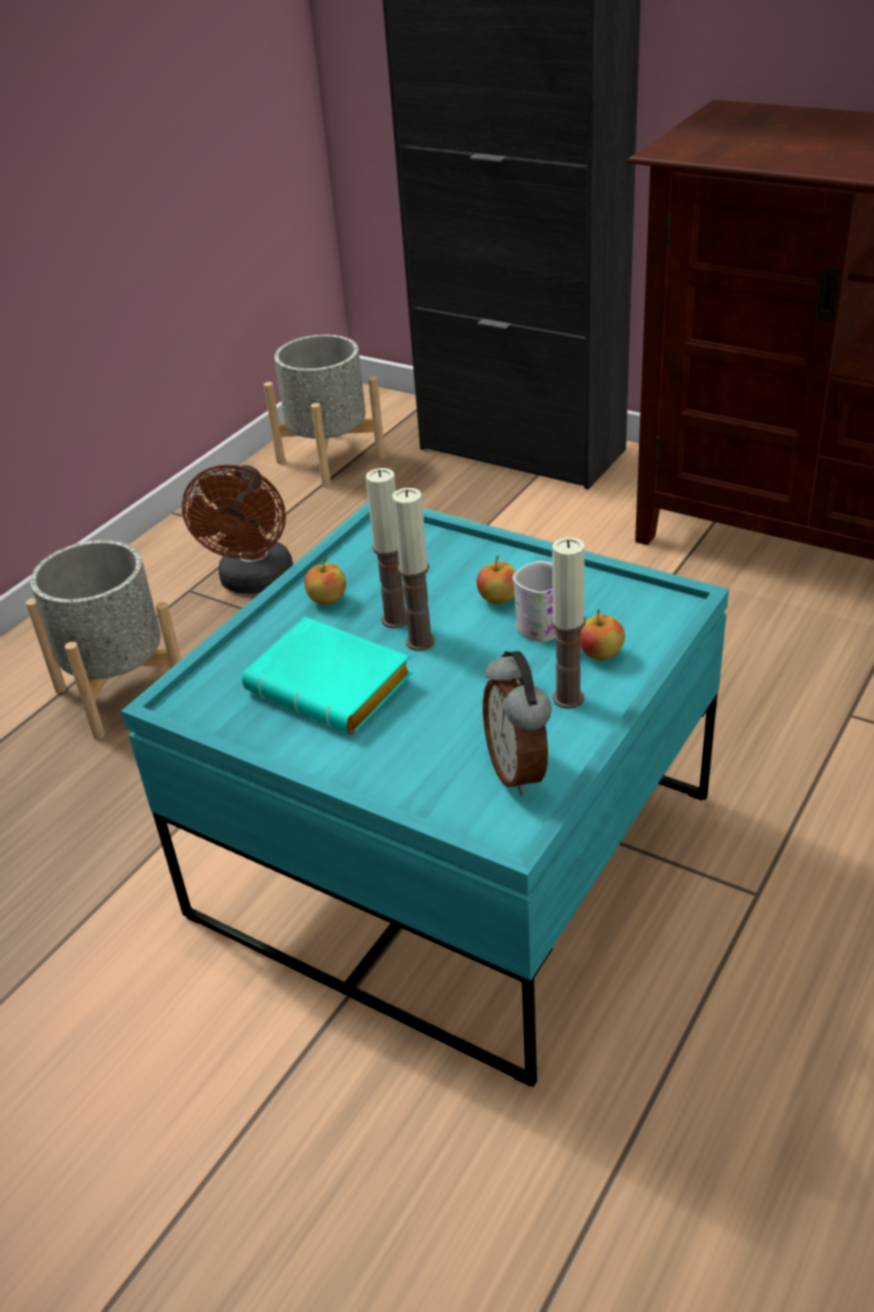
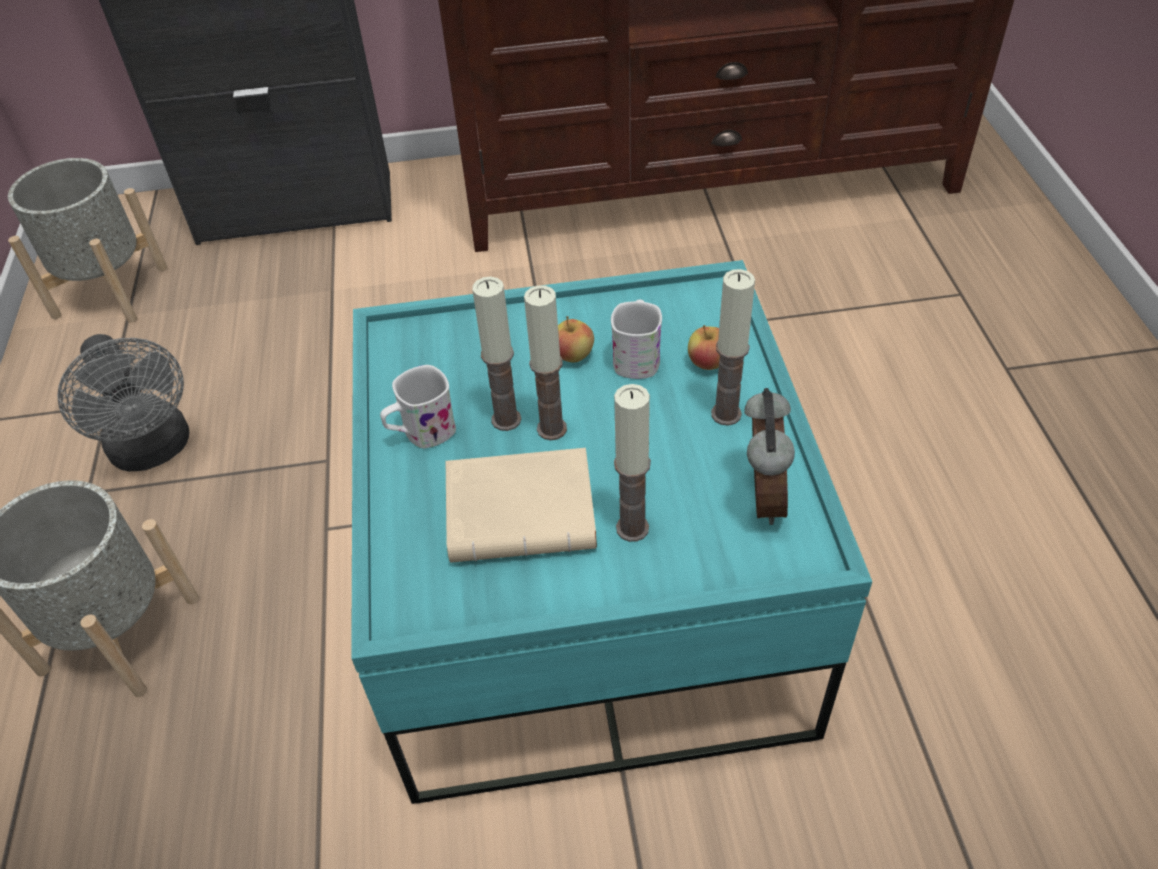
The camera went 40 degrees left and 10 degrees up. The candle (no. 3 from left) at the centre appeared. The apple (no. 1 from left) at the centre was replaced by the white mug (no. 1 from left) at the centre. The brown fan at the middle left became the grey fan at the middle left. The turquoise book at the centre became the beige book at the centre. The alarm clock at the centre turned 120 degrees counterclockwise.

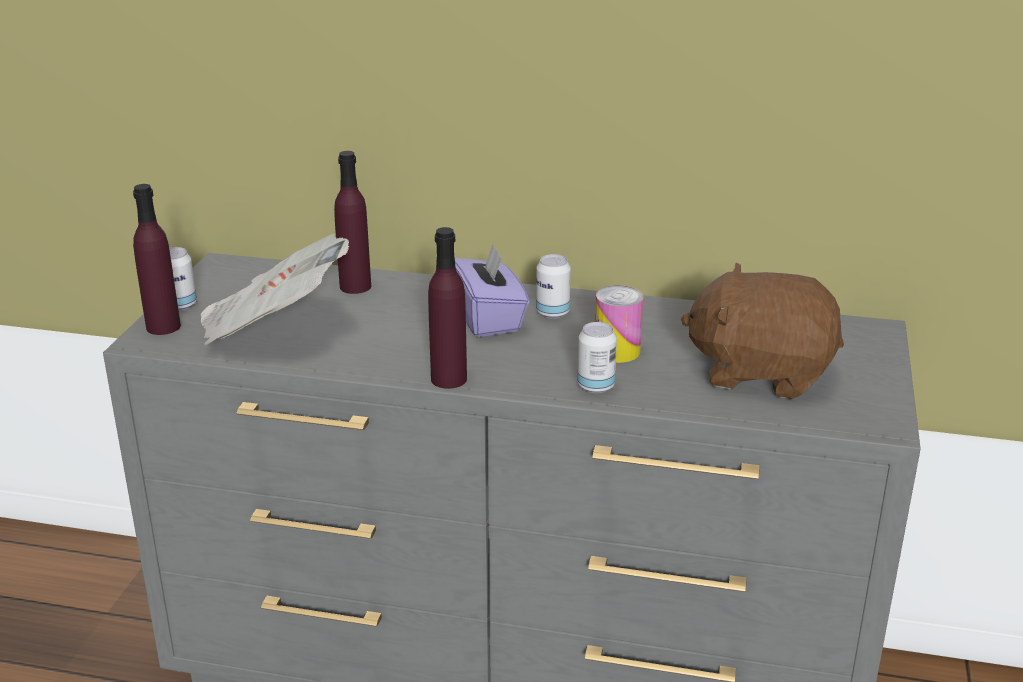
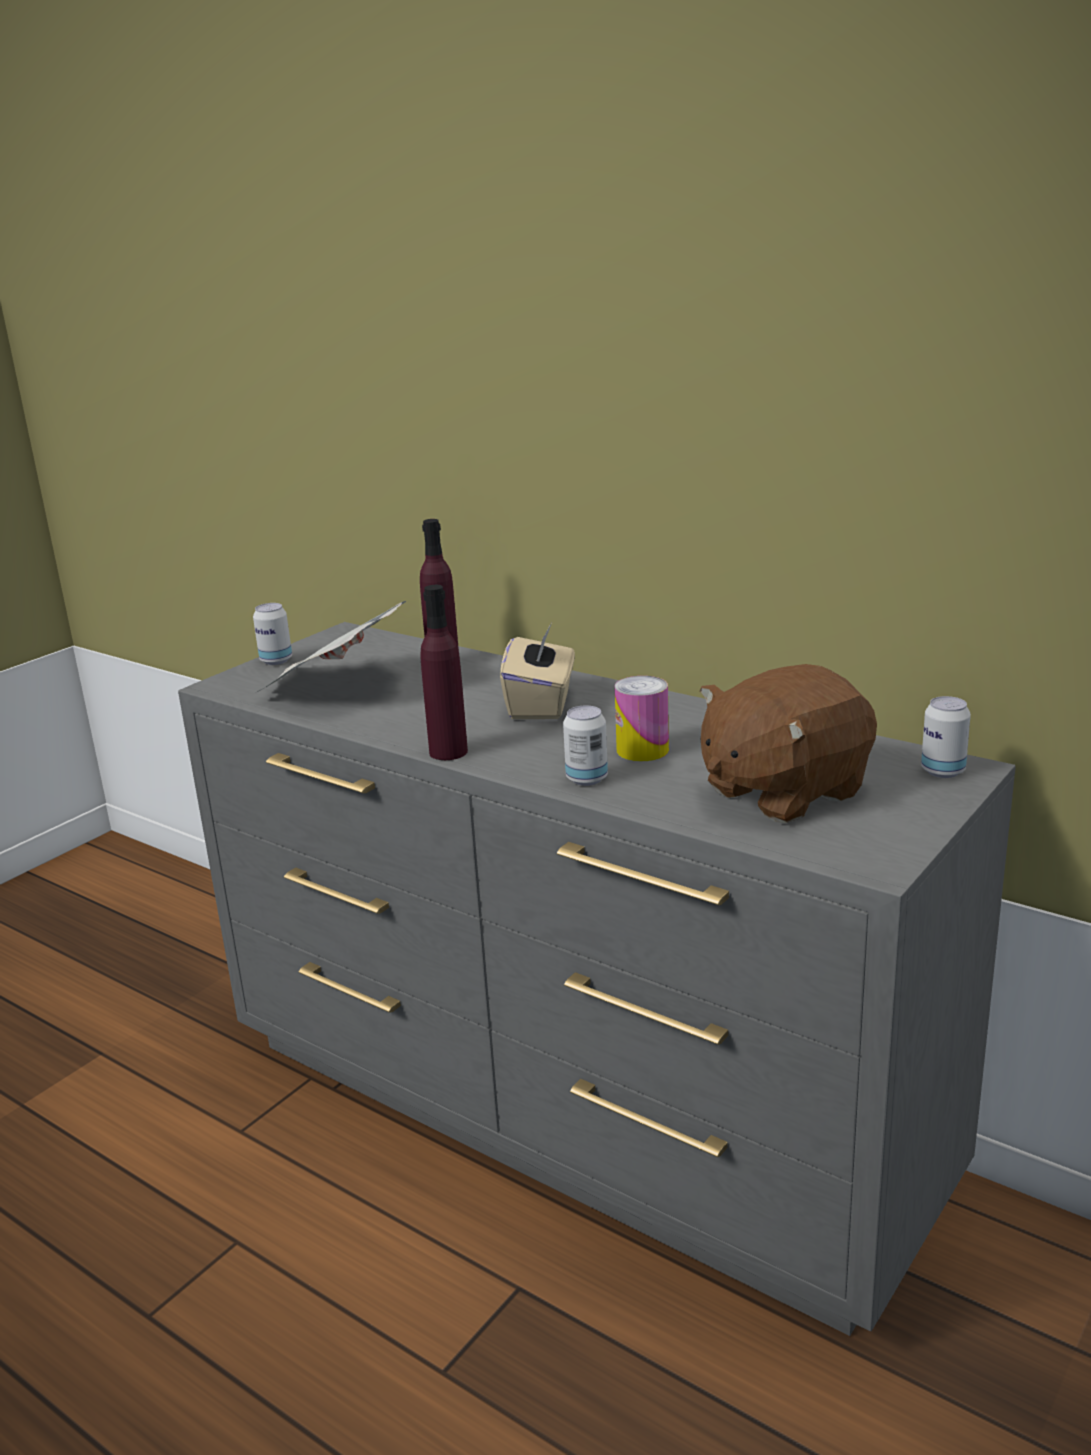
The camera went 25 degrees right and 5 degrees down. The purple bottle (no. 1 from left) at the middle left disappeared. The can (no. 2 from left in the first image) moved from the centre to the middle right. The purple tissue box at the centre became the beige tissue box at the centre. The brown plush toy at the middle right turned 75 degrees counterclockwise.

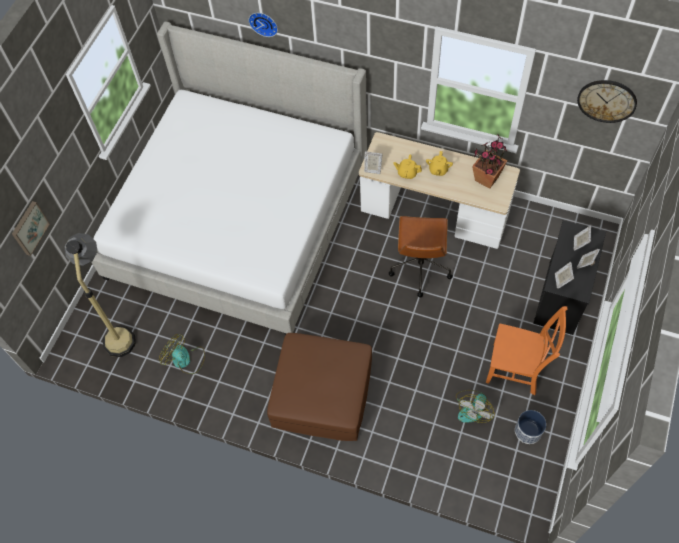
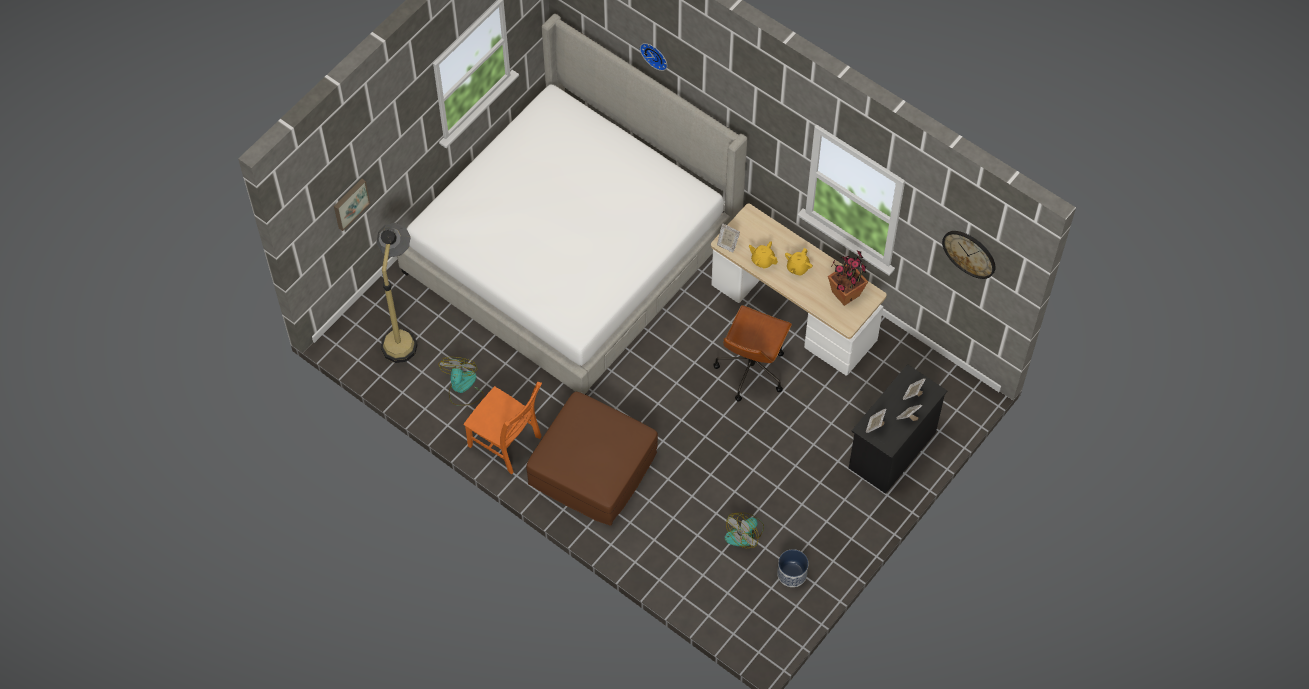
The camera went 15 degrees right and 0 degrees up. The orange chair moved from the middle right to the centre. The fan (no. 1 from left) at the middle left turned 45 degrees clockwise.

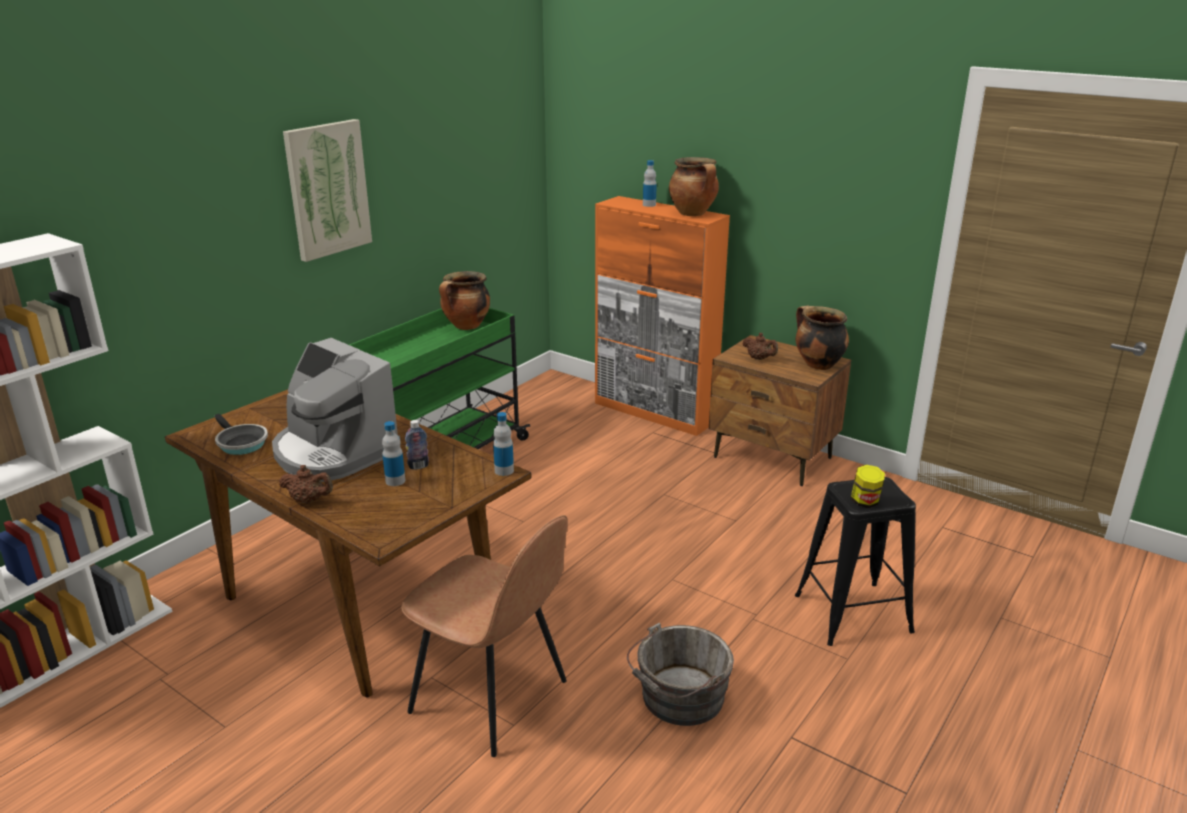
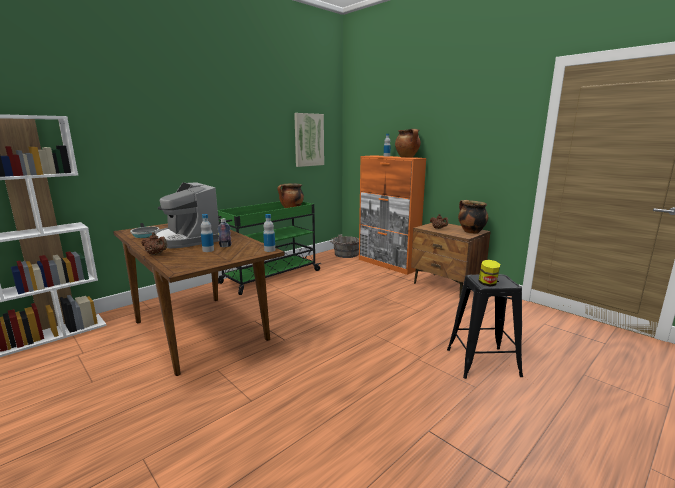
The camera went 10 degrees right and 10 degrees down. The brown chair at the bottom centre disappeared. The picture moved from the top left to the top centre. The grey bucket moved from the bottom centre to the centre.

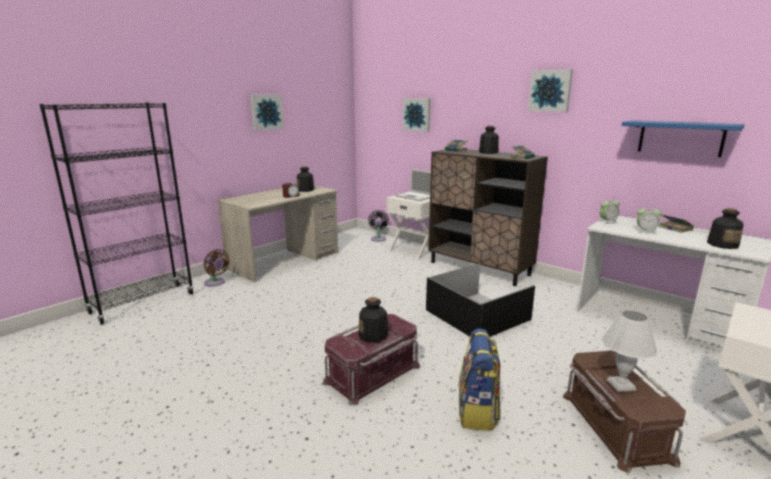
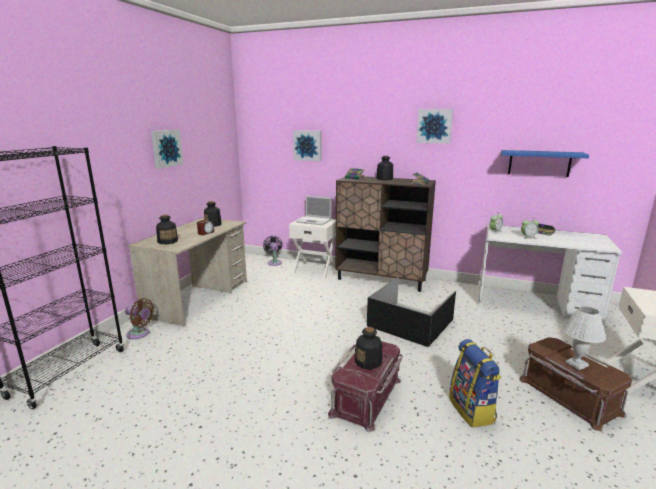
The camera went 20 degrees left and 0 degrees up. The bottle (no. 4 from left in the first image) moved from the middle right to the middle left.

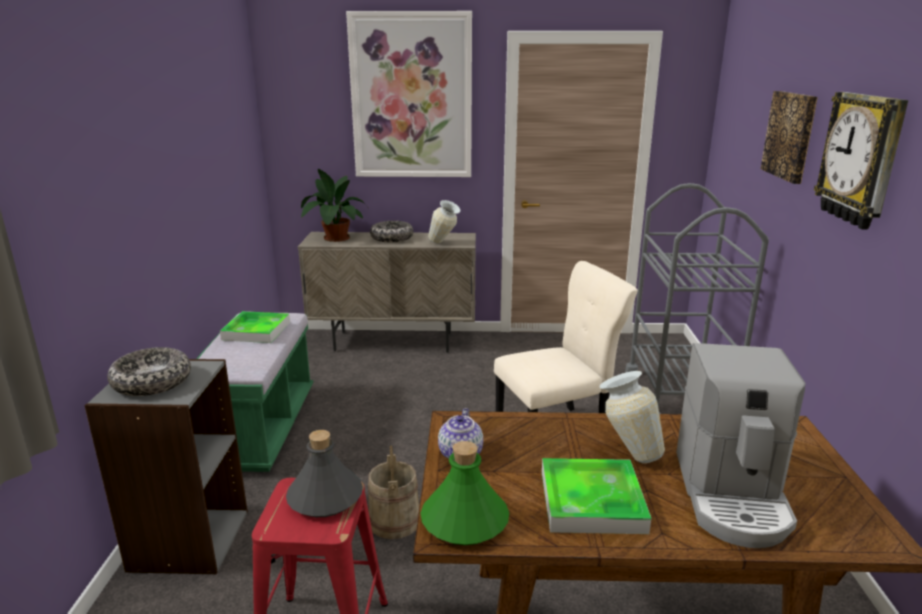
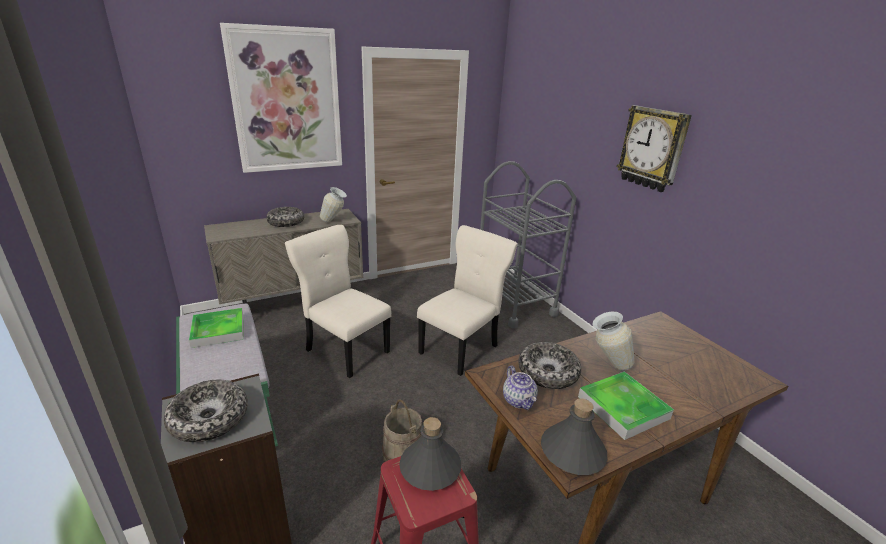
The camera went 30 degrees left and 5 degrees up. The potted plant at the centre disappeared. The coffee machine at the bottom right disappeared. The picture (no. 2 from left) at the top right disappeared. The beige chair (no. 1 from left) at the centre appeared. The bowl (no. 3 from left) at the bottom centre appeared. The green bottle at the bottom centre became the grey bottle (no. 2 from left) at the bottom centre.

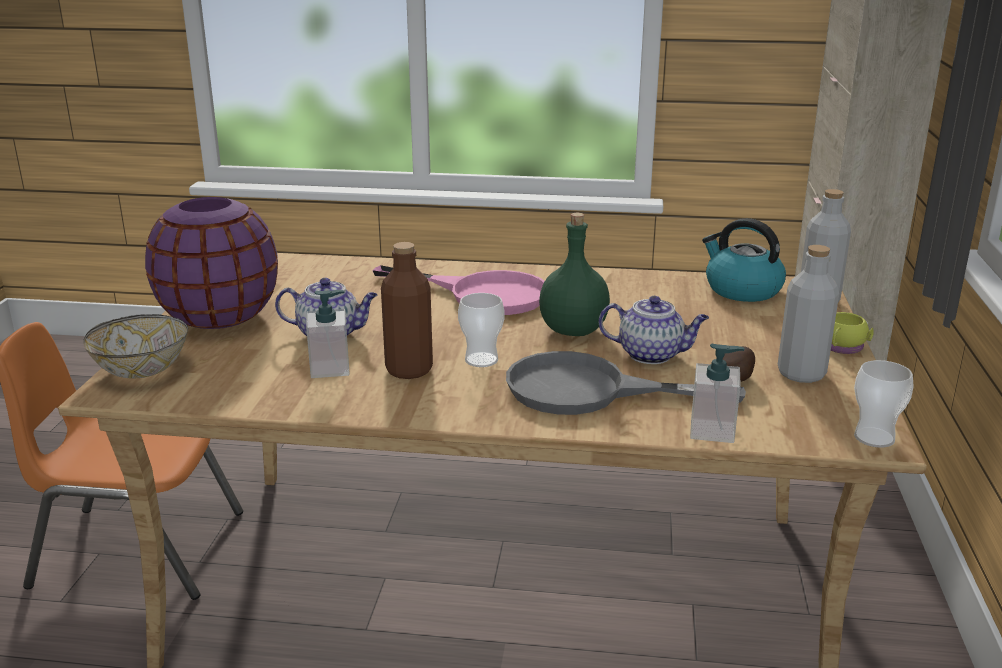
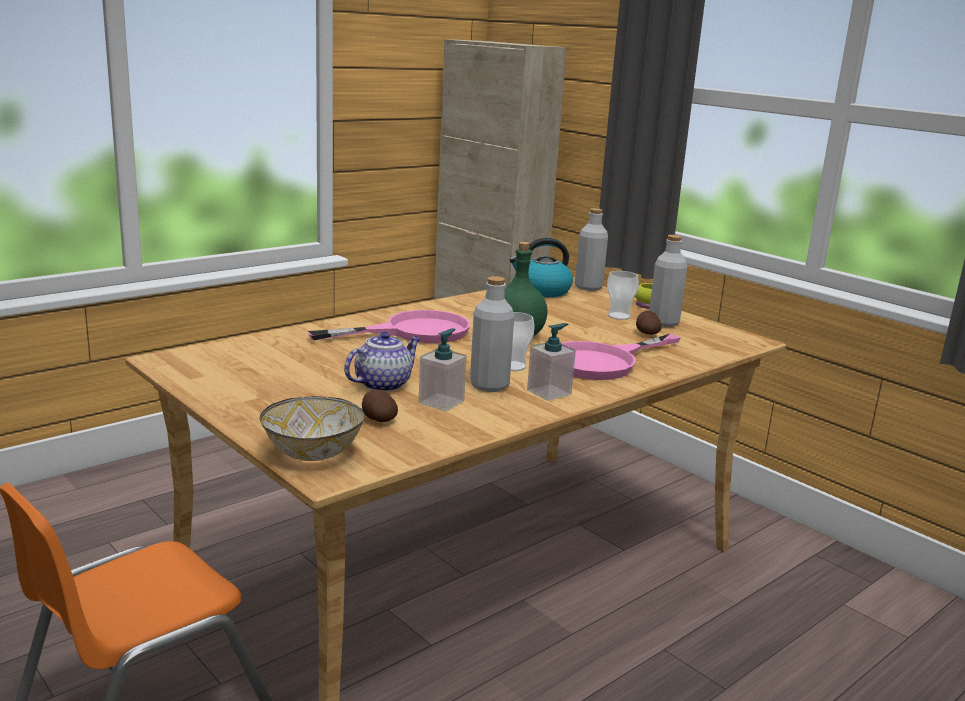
The camera went 50 degrees left and 5 degrees down. The purple vase at the middle left disappeared. The teapot (no. 2 from left) at the centre disappeared. The potato (no. 1 from left) at the centre appeared. The soap dispenser (no. 2 from left) moved from the middle right to the centre. The cup (no. 2 from left) moved from the middle right to the centre. The brown bottle at the centre became the grey bottle (no. 1 from left) at the centre. The grey frying pan at the centre became the pink frying pan (no. 2 from left) at the centre.

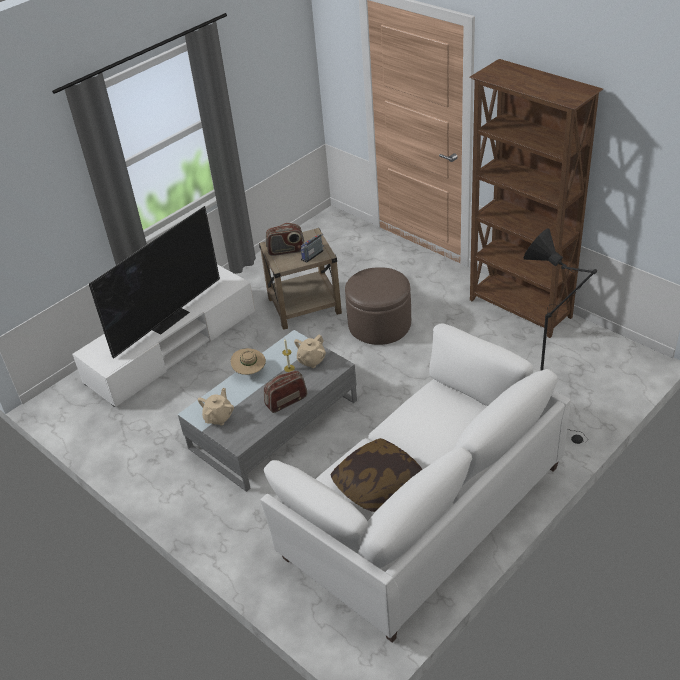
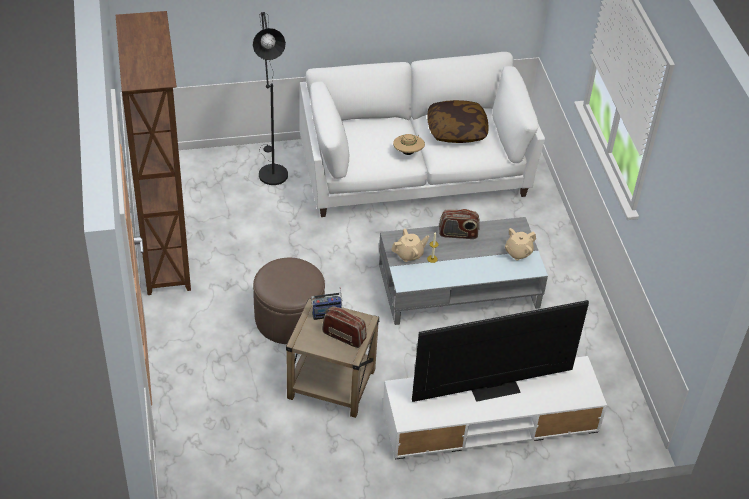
The camera went 150 degrees left and 5 degrees up. The beige hat moved from the centre to the top centre.

